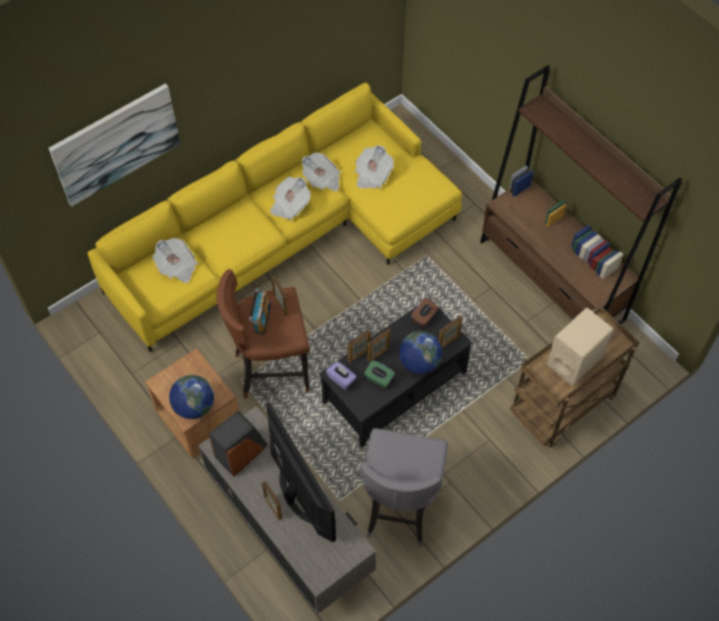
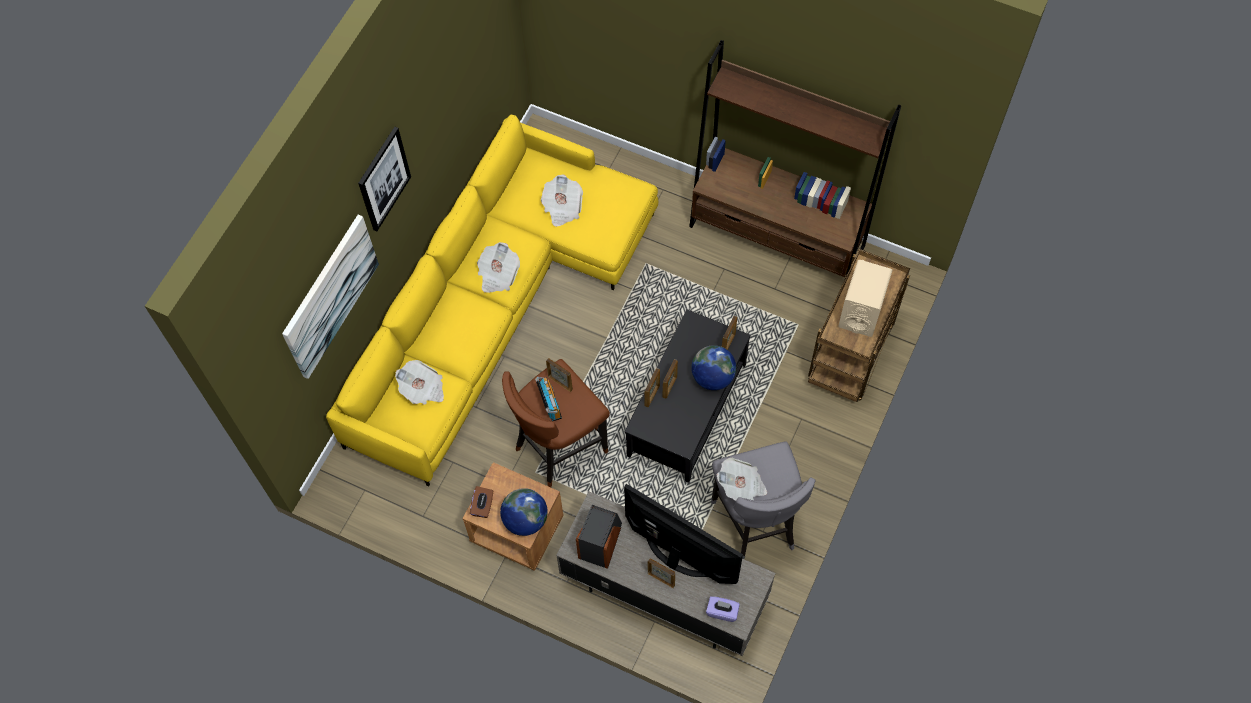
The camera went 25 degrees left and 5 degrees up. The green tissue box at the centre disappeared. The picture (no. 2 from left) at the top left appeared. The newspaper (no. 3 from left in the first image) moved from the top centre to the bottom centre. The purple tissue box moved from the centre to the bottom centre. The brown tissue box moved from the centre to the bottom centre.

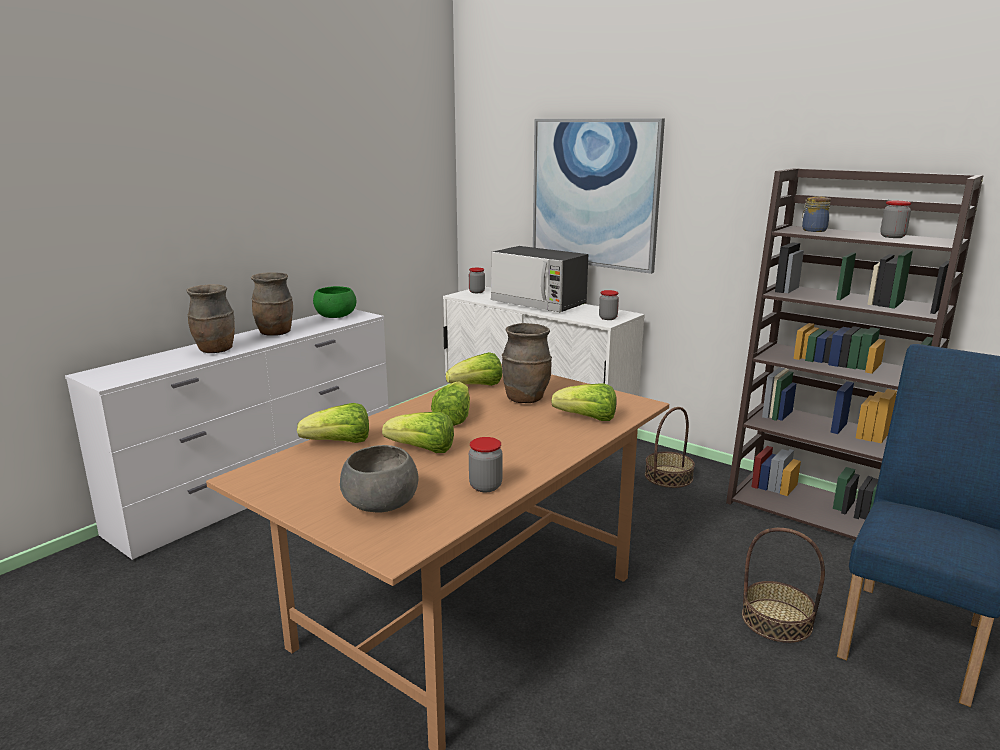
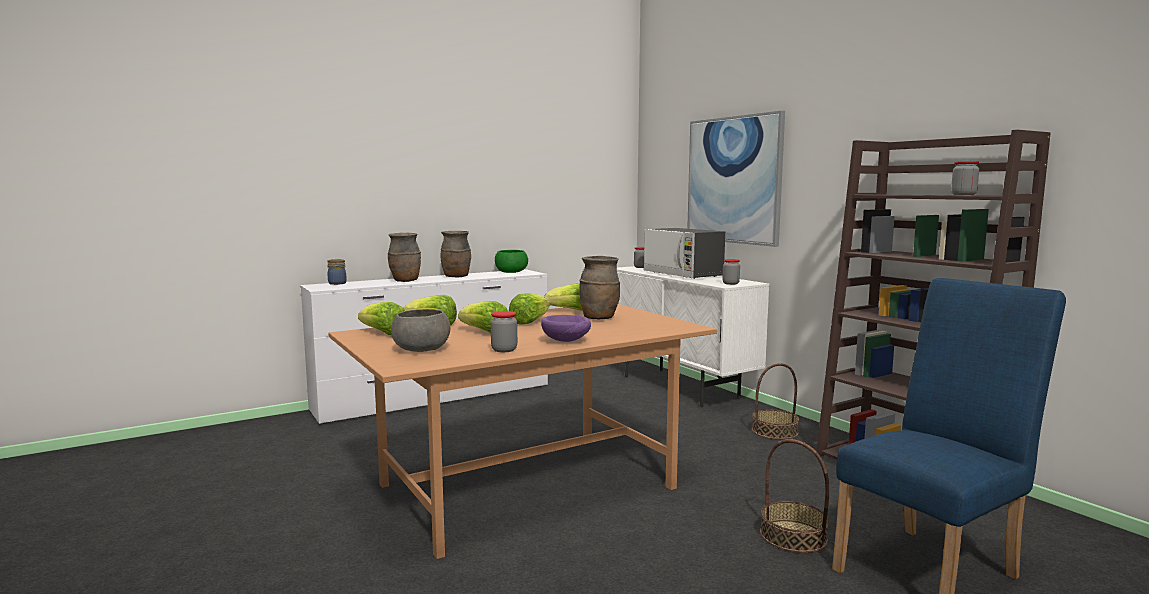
The camera went 20 degrees right and 10 degrees down. The purple bowl at the centre appeared. The lettuce (no. 5 from left in the first image) moved from the centre to the middle left. The jar (no. 4 from left in the first image) moved from the top right to the middle left.

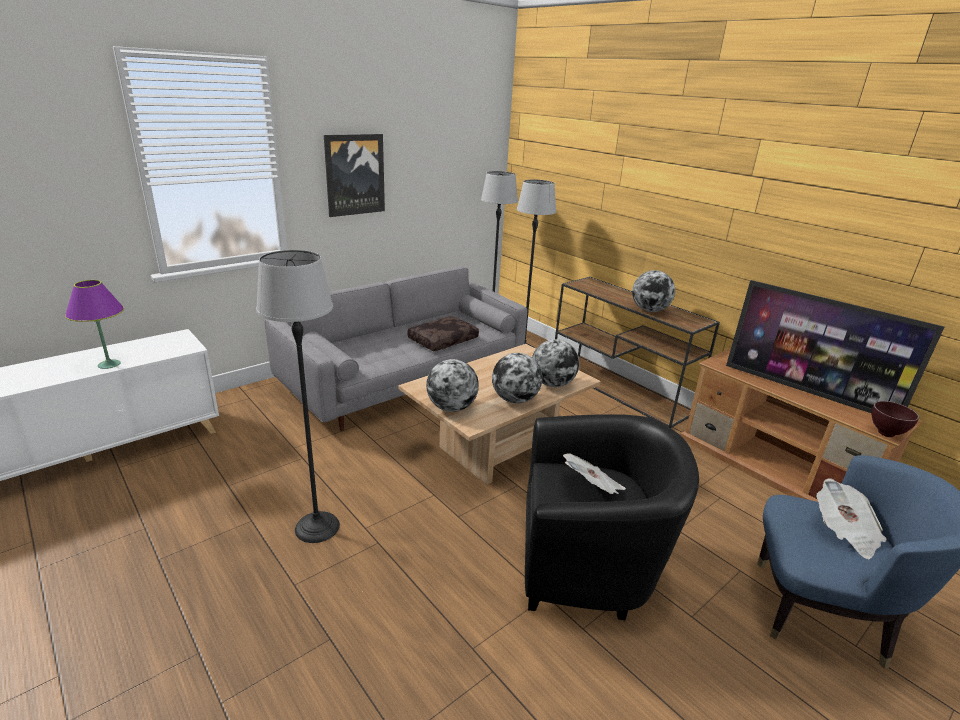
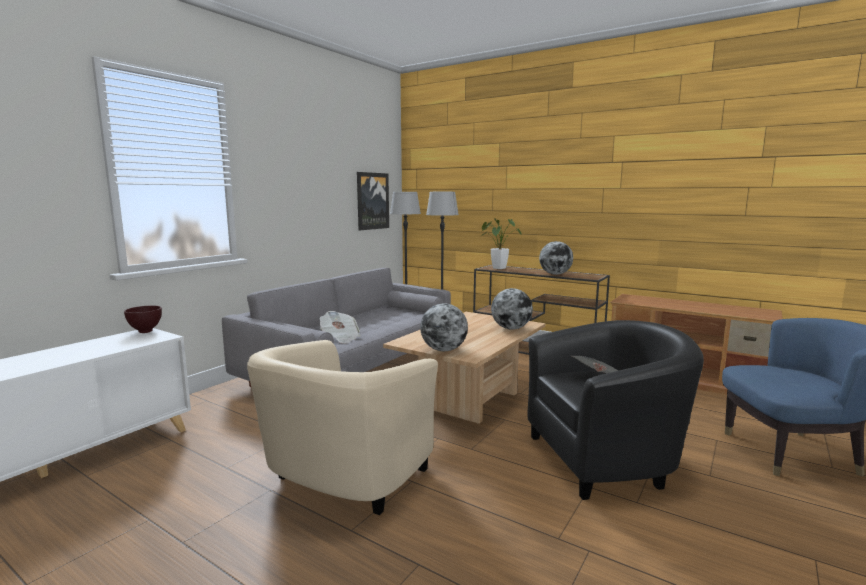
The camera went 15 degrees left and 15 degrees down. The purple table lamp at the middle left disappeared. The brown pillow at the centre disappeared. The globe (no. 2 from left) at the centre disappeared. The television at the middle right disappeared. The potted plant at the centre appeared. The picture moved from the top centre to the centre. The newspaper (no. 2 from left in the first image) moved from the bottom right to the centre. The brown bowl moved from the middle right to the middle left. The floor lamp (no. 1 from left) at the middle left was replaced by the beige armchair at the bottom centre.

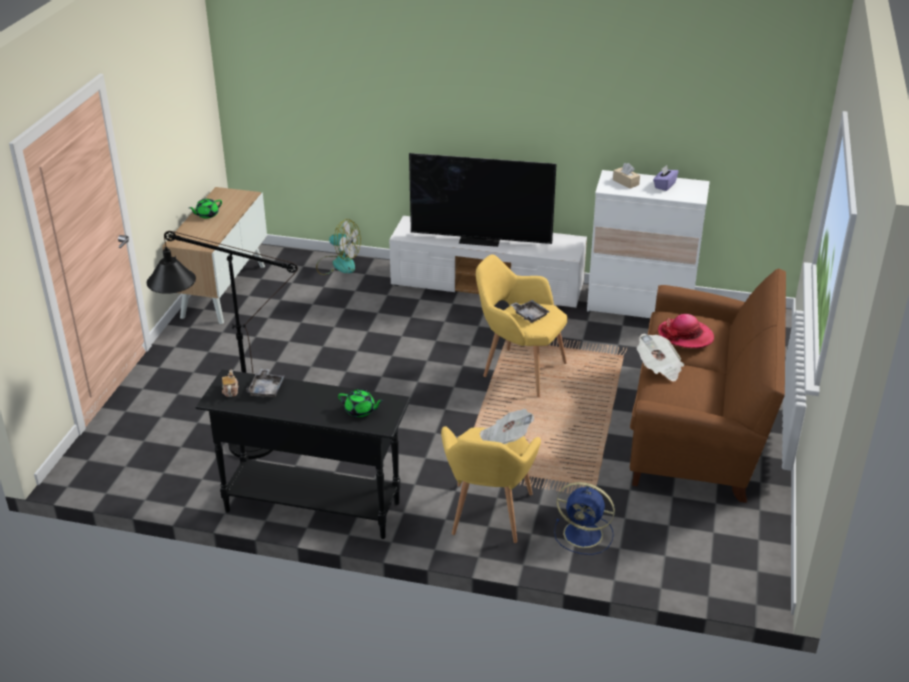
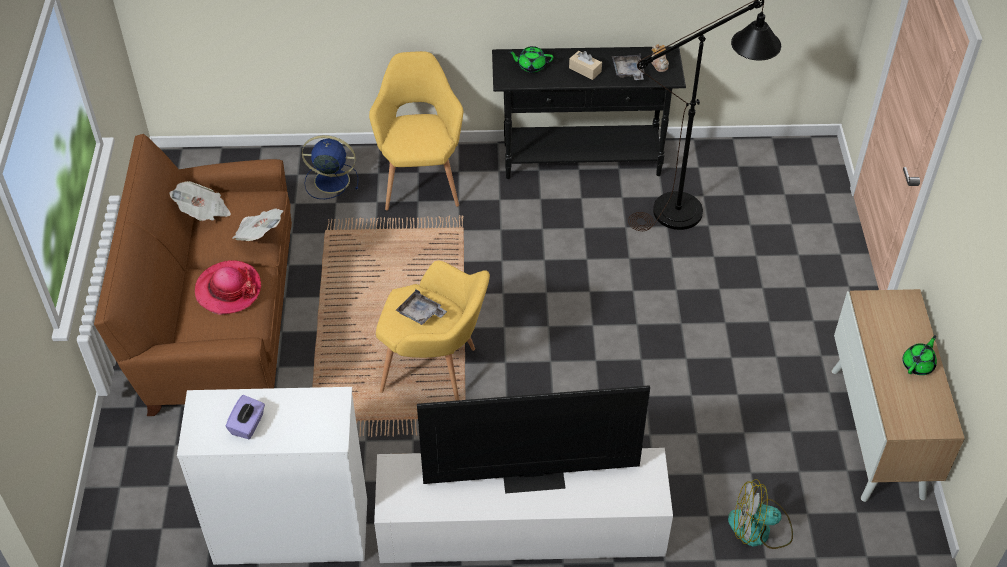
The camera went 165 degrees right and 15 degrees up. The newspaper (no. 1 from left) moved from the centre to the middle left. The beige tissue box moved from the top right to the top centre.

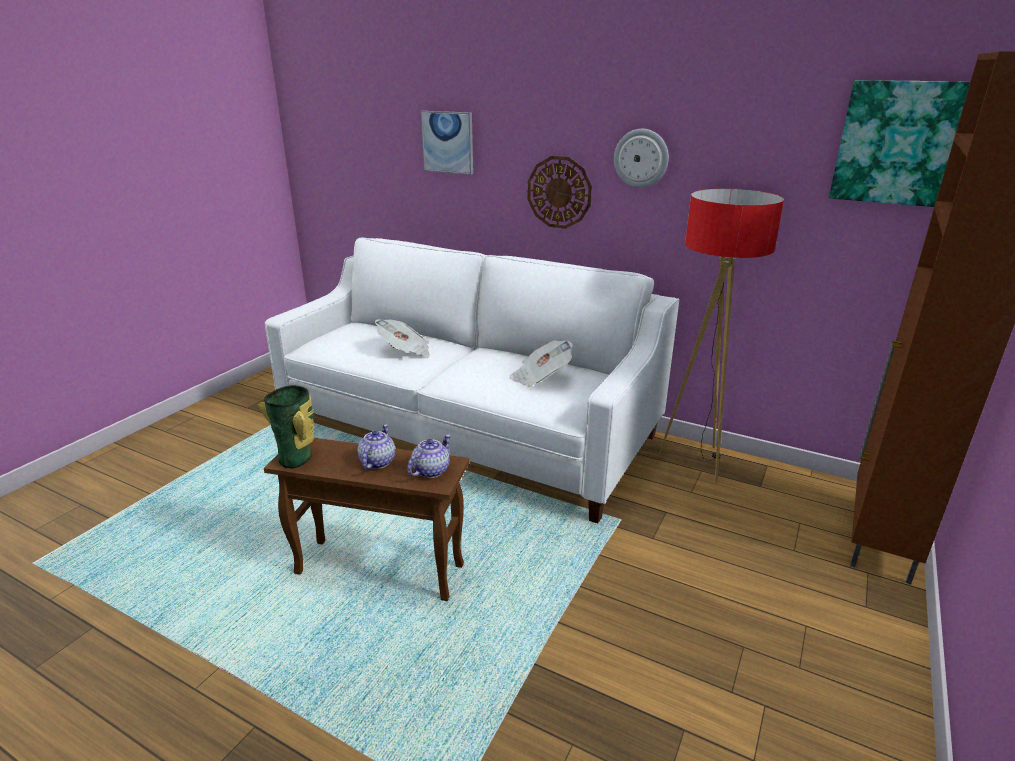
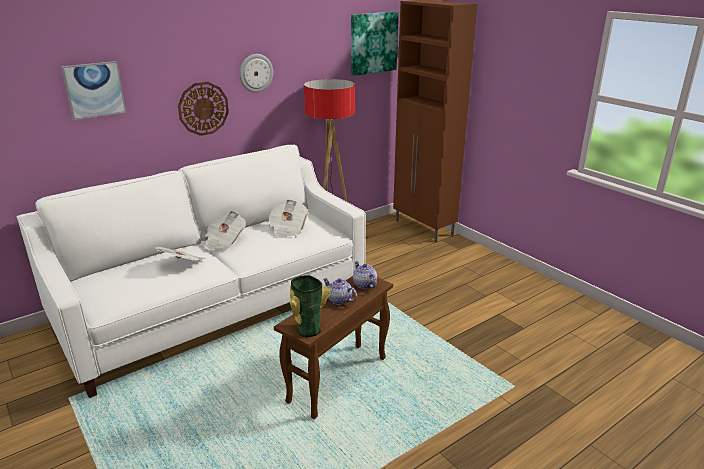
The camera went 65 degrees left and 0 degrees up. The newspaper (no. 2 from left) at the middle left appeared.

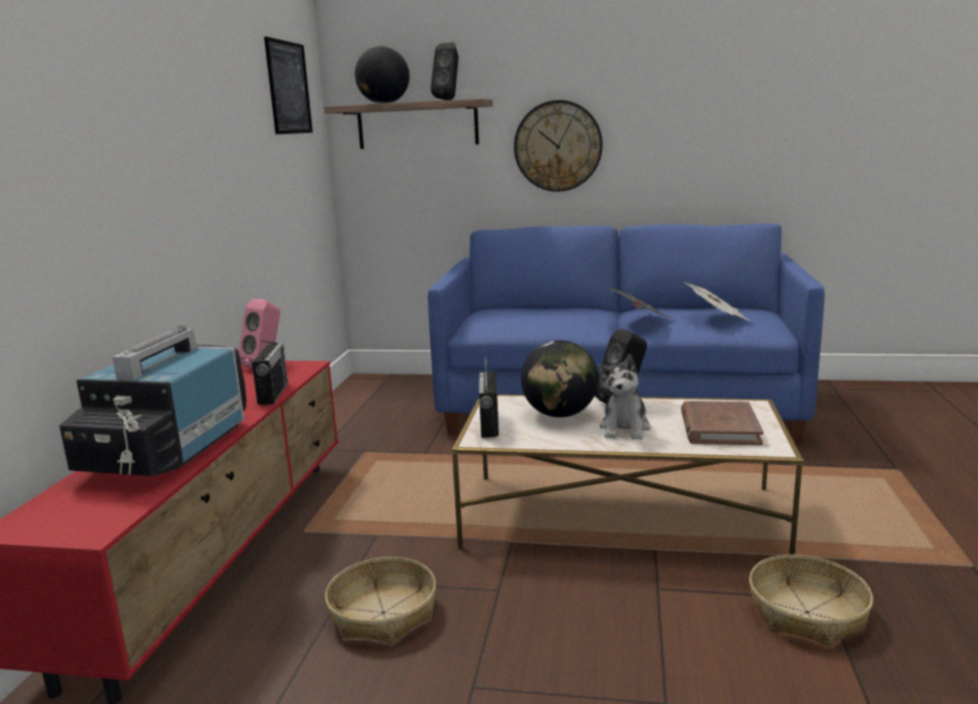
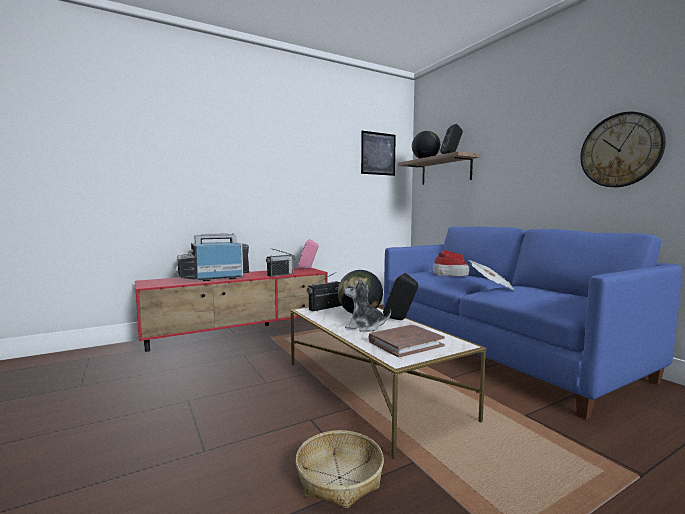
The camera went 50 degrees right and 10 degrees down. The basket (no. 1 from left) at the bottom centre disappeared. The newspaper (no. 2 from left) at the middle right disappeared. The hat at the centre appeared. The wall clock moved from the top centre to the top right. The plush toy at the centre turned 45 degrees clockwise.

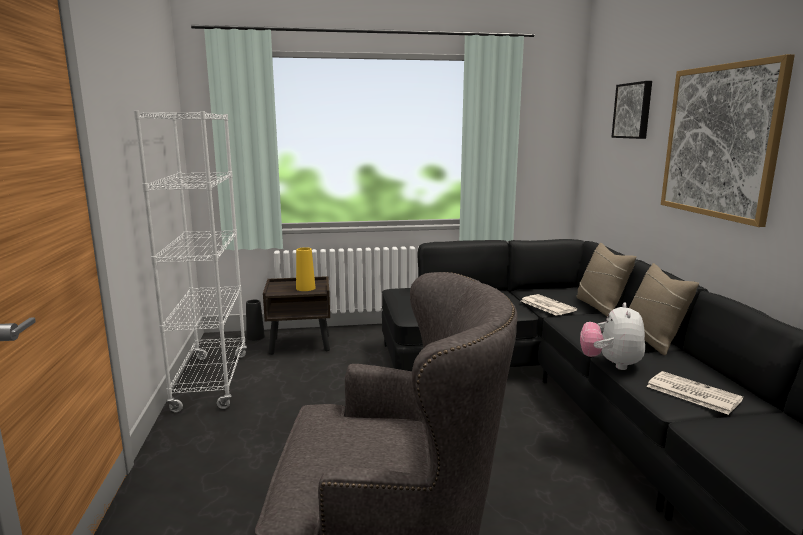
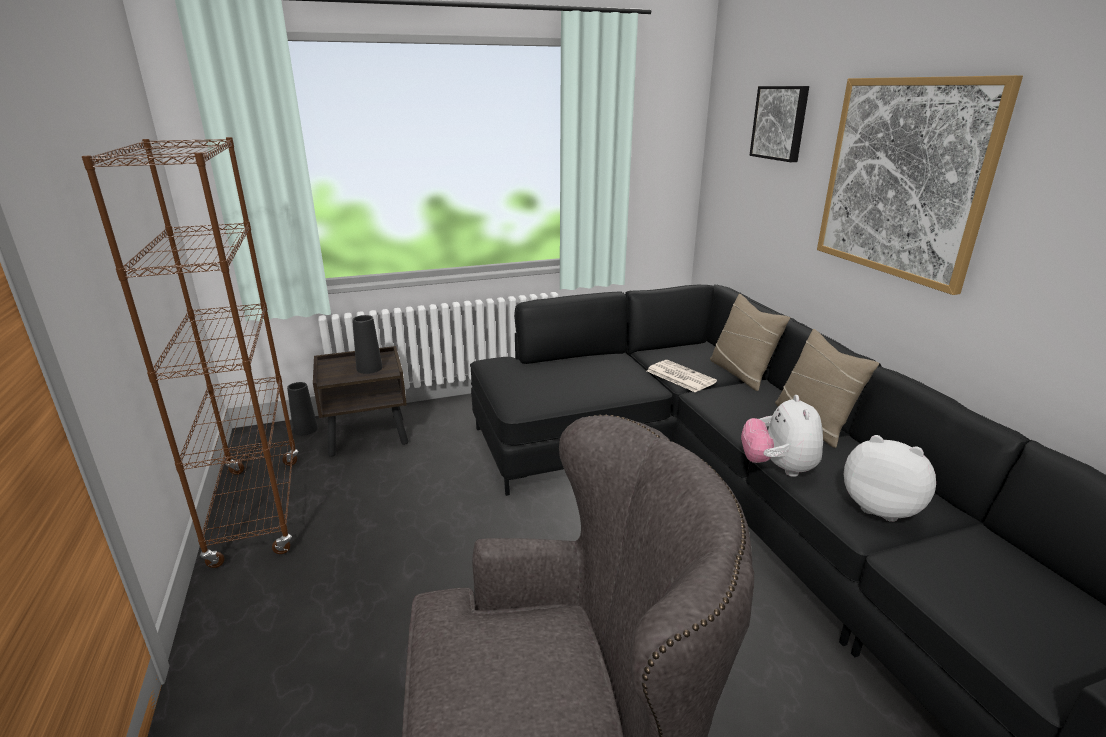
The camera went 10 degrees left and 10 degrees up. The newspaper (no. 2 from left) at the bottom right was replaced by the plush toy (no. 2 from left) at the middle right. The white bookcase at the middle left became the brown bookcase at the middle left. The yellow vase at the centre became the black vase (no. 2 from left) at the middle left.

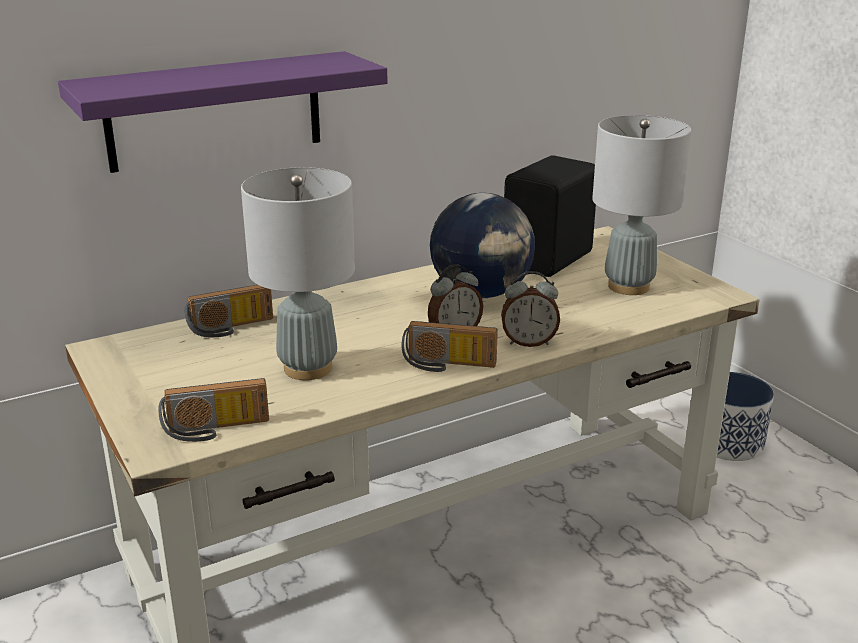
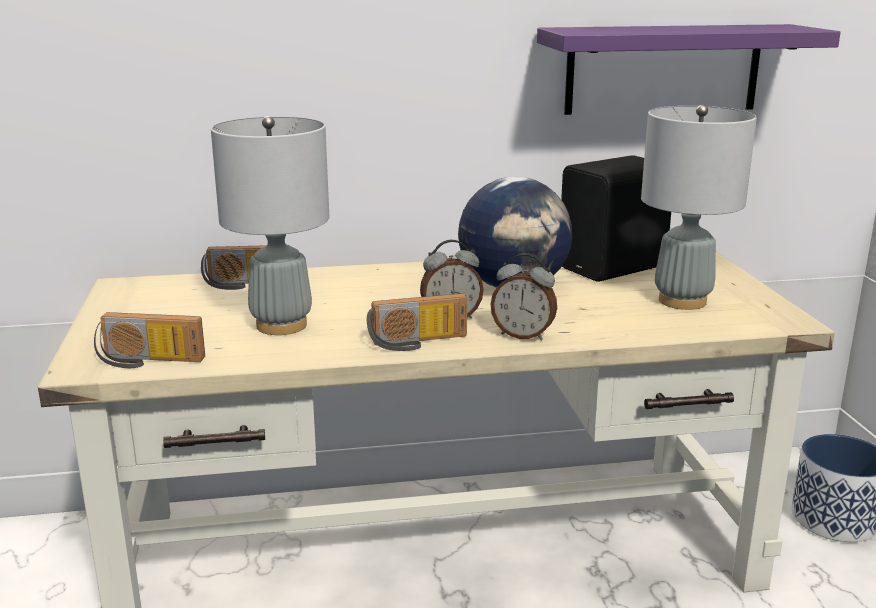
The camera went 20 degrees right and 5 degrees down. The purple shelf moved from the top left to the top right. The radio (no. 3 from left) at the centre turned 45 degrees counterclockwise.

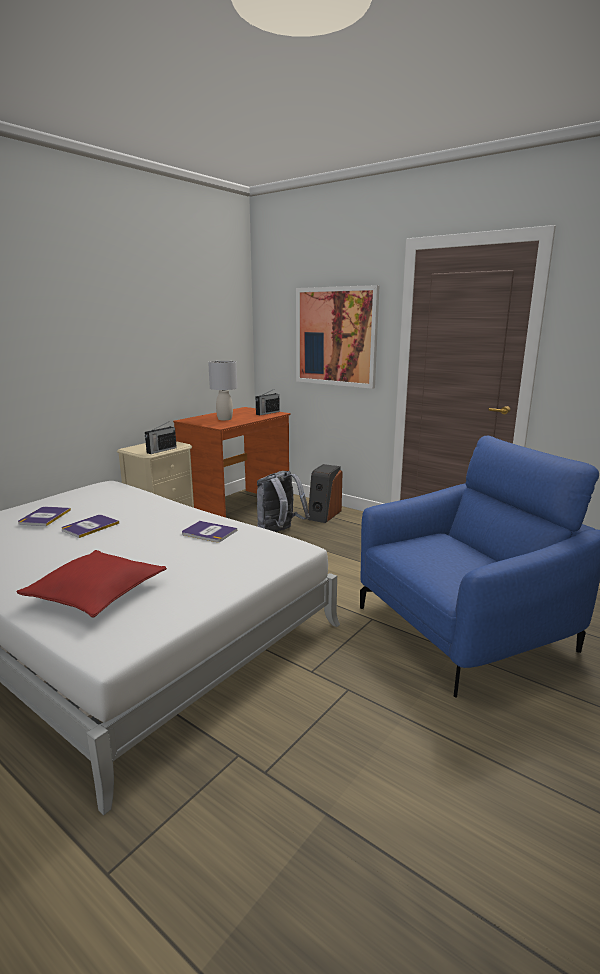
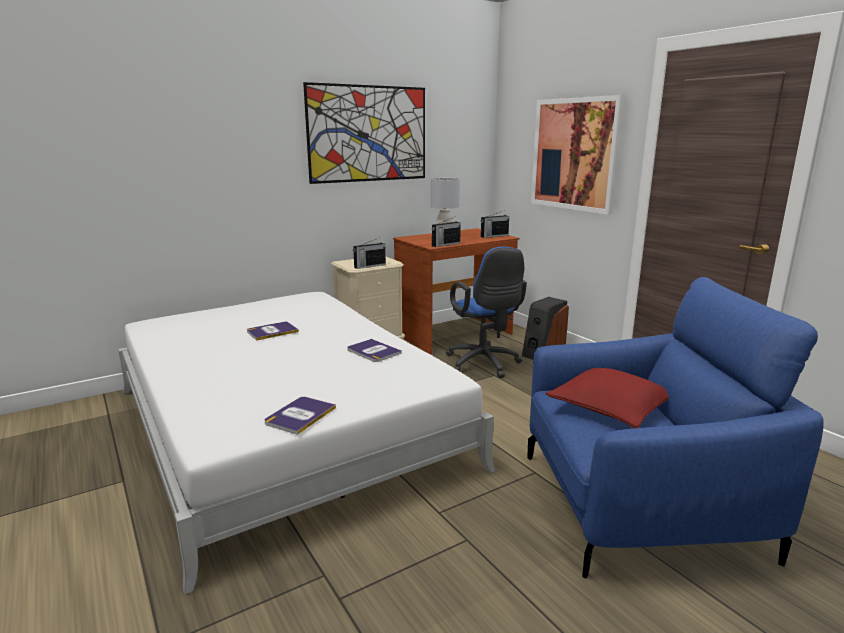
The camera went 20 degrees right and 0 degrees up. The picture (no. 1 from left) at the top centre appeared. The radio (no. 2 from left) at the centre appeared. The red pillow moved from the middle left to the middle right. The book (no. 1 from left in the first image) moved from the middle left to the centre. The grey backpack at the centre was replaced by the blue office chair at the centre.

